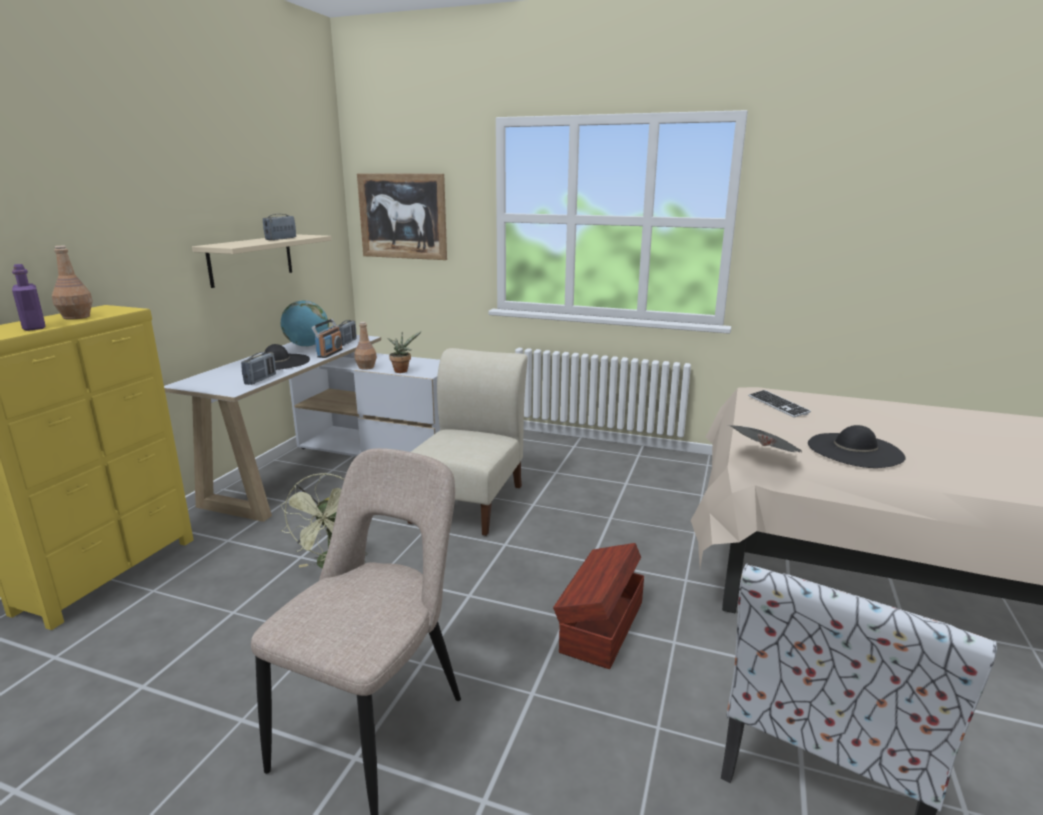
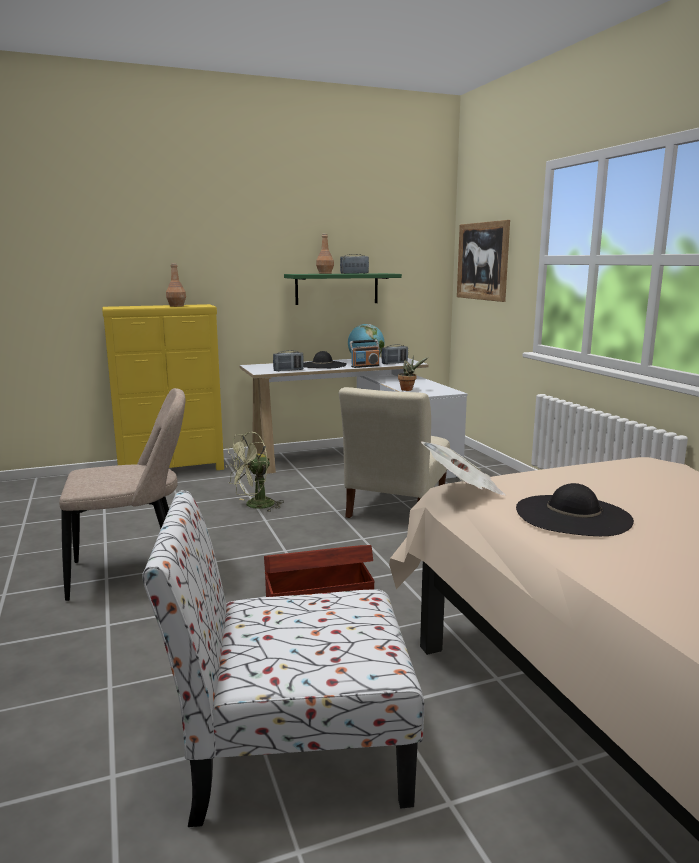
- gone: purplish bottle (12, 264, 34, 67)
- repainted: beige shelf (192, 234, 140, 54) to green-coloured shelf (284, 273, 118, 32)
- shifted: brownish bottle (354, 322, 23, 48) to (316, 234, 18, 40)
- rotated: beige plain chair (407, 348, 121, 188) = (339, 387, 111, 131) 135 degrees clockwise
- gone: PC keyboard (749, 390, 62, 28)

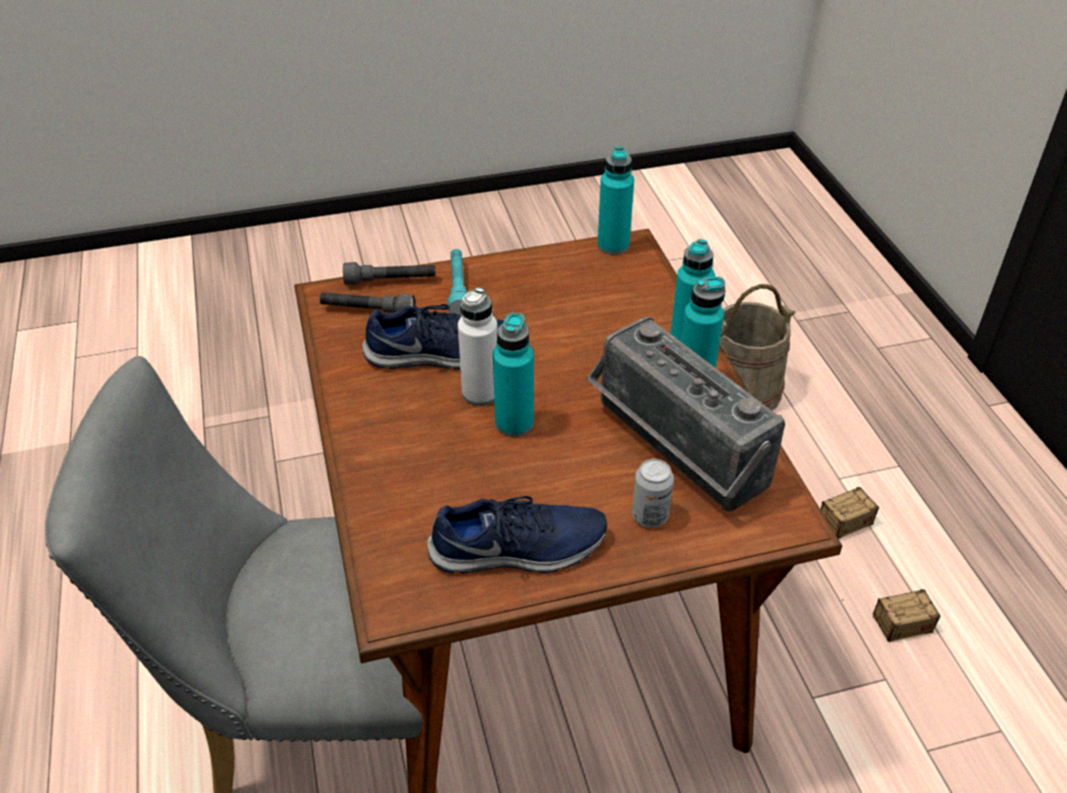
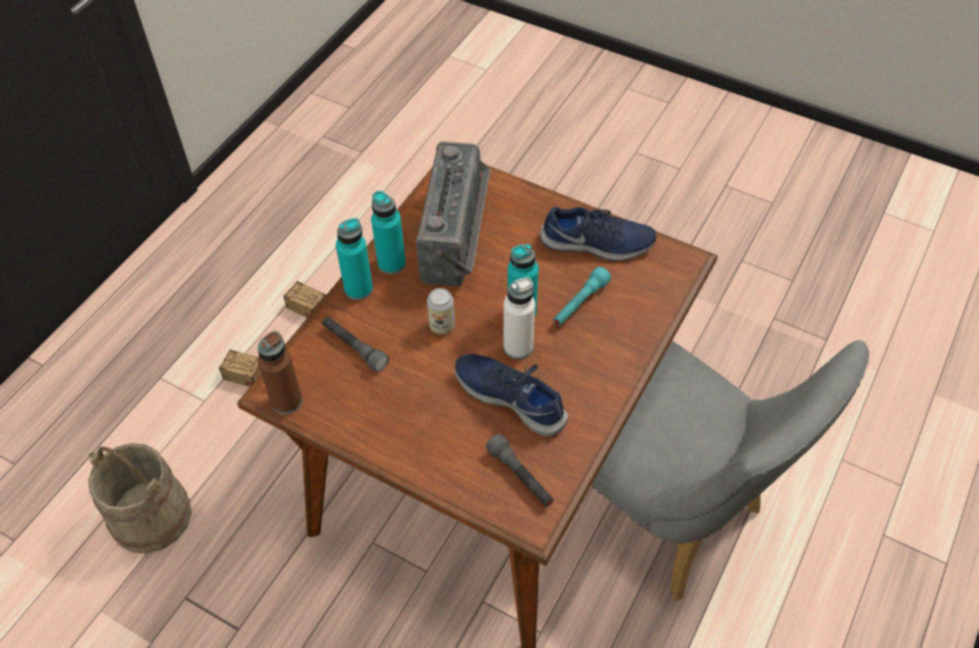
- shifted: greyish hand torch (343, 262, 92, 23) to (322, 317, 67, 55)
- rotated: blue low shoe (427, 496, 180, 78) = (540, 207, 117, 54) 150 degrees clockwise
- shifted: turquoise hand torch (447, 249, 20, 66) to (553, 267, 58, 59)
- repainted: turquoise bottle (597, 147, 37, 108) to brownish bottle (258, 331, 44, 83)
- shifted: can (632, 459, 42, 69) to (427, 288, 28, 46)

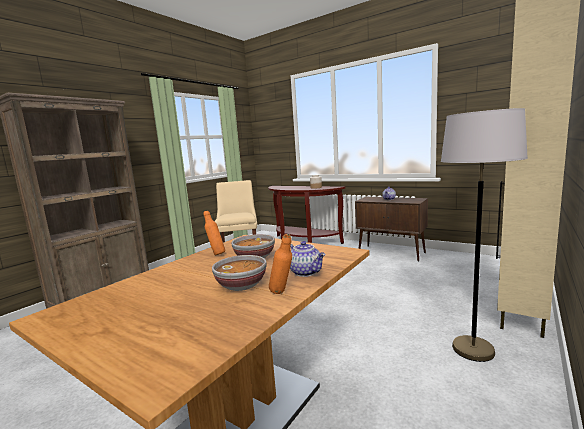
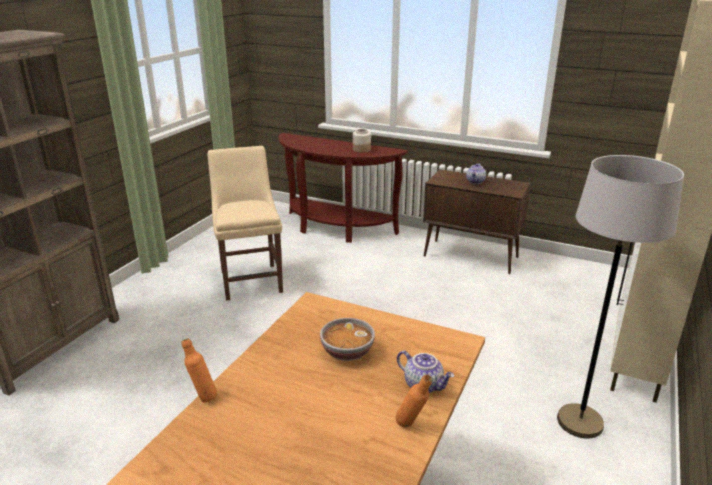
- shifted: orangey bottle (203, 211, 22, 44) to (182, 338, 35, 64)
- gone: deep dish (212, 255, 54, 36)

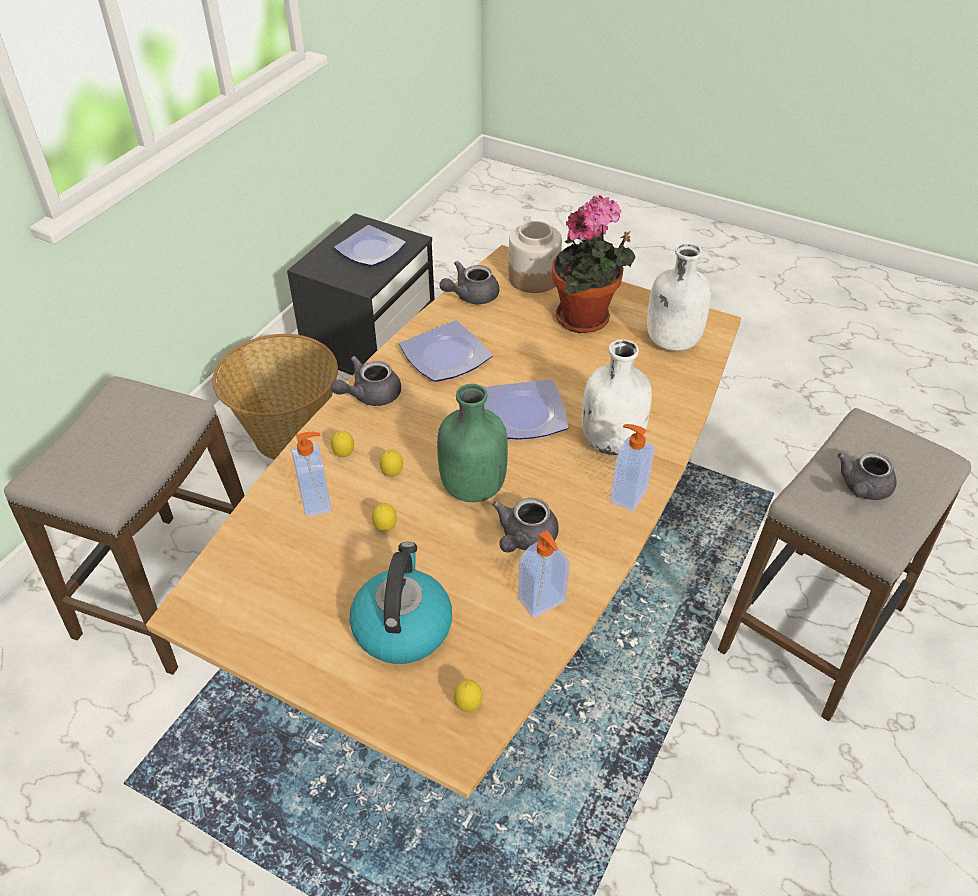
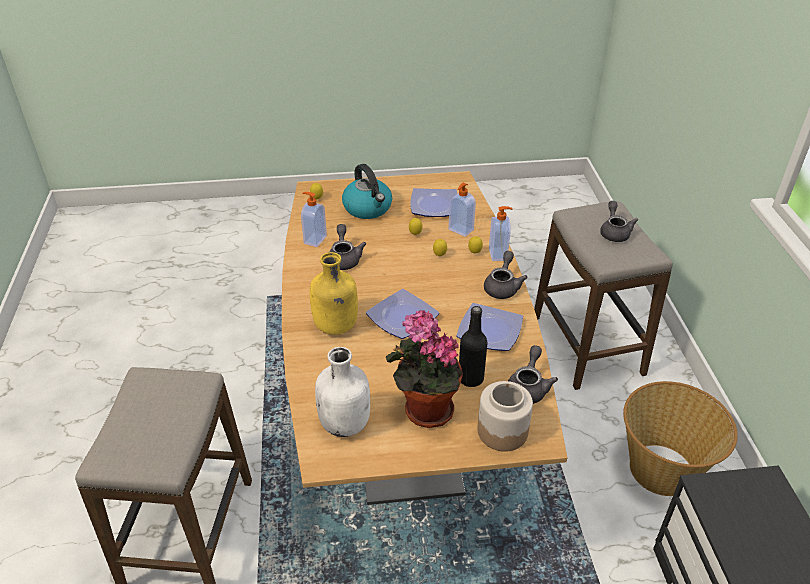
- shifted: flat dish (334, 225, 72, 41) to (410, 188, 47, 29)
- gone: green-coloured bottle (437, 384, 71, 118)
- repainted: white bottle (582, 339, 70, 116) to yellow-coloured bottle (310, 252, 48, 83)
- shifted: liquid soap bottle (610, 424, 45, 88) to (489, 206, 23, 55)
- shifted: greyish pot for tea (837, 452, 59, 48) to (600, 201, 38, 41)
- new: black-coloured bottle (459, 306, 28, 81)

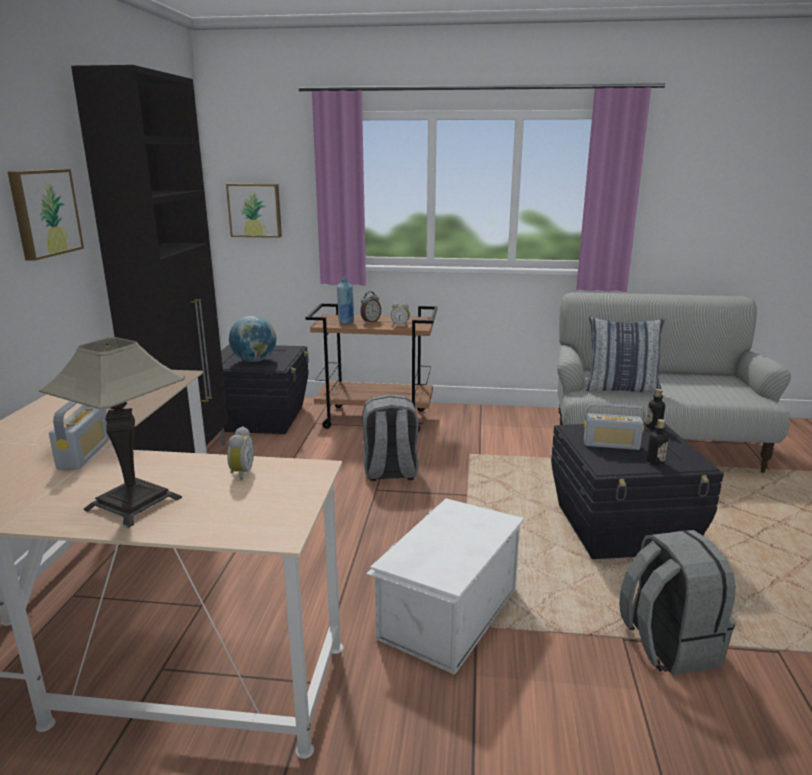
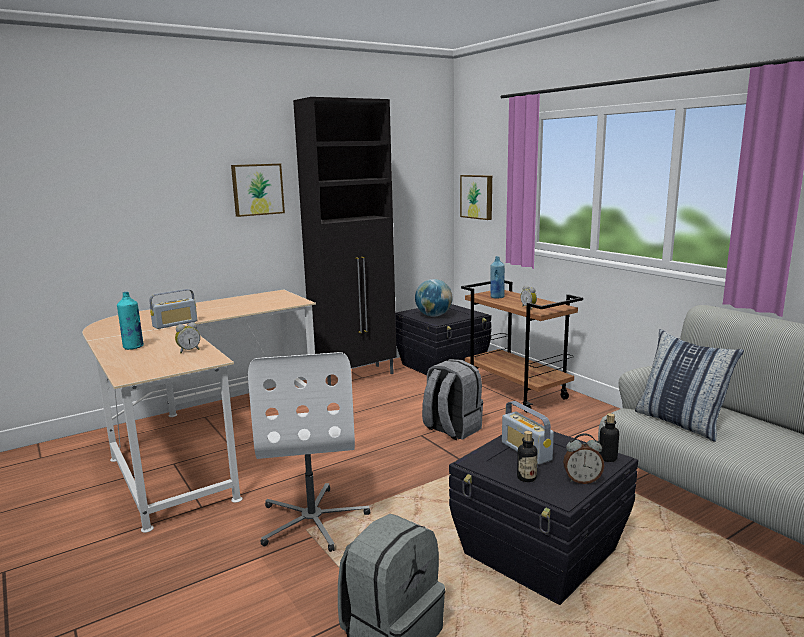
- swapped: table lamp (39, 337, 146, 191) to turquoise bottle (117, 292, 27, 58)
- shifted: bedside clock (360, 292, 21, 31) to (563, 433, 41, 51)
- swapped: white storage bin (366, 498, 158, 177) to white computer chair (248, 352, 122, 200)

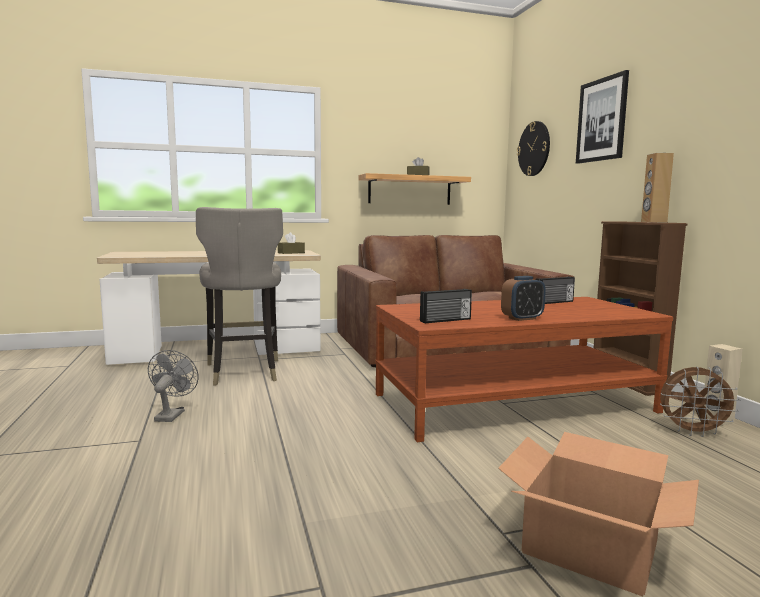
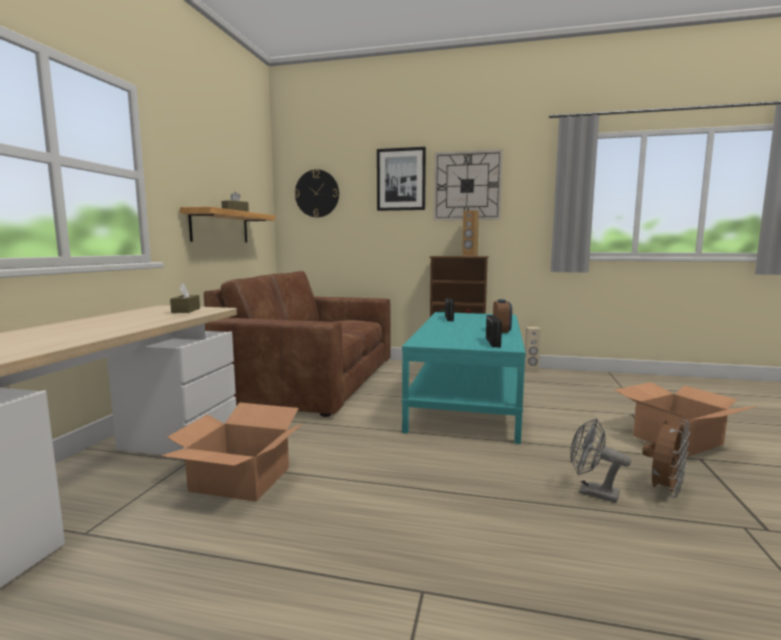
- shifted: greyish cooling fan (148, 350, 50, 72) to (570, 418, 61, 85)
- swapped: greyish stool seat (196, 207, 87, 179) to cardboard box (161, 402, 142, 100)
- repainted: brownish coffee table (375, 297, 298, 145) to turquoise coffee table (402, 312, 124, 132)
- shifted: brownish cooling fan (660, 367, 81, 70) to (642, 419, 48, 79)
- new: wall clock (434, 149, 69, 71)

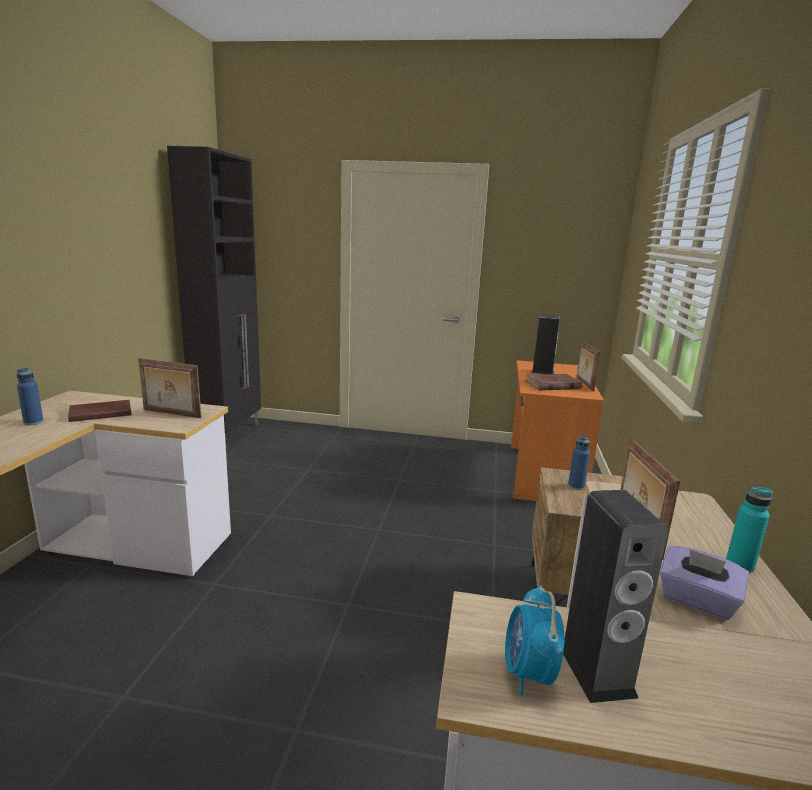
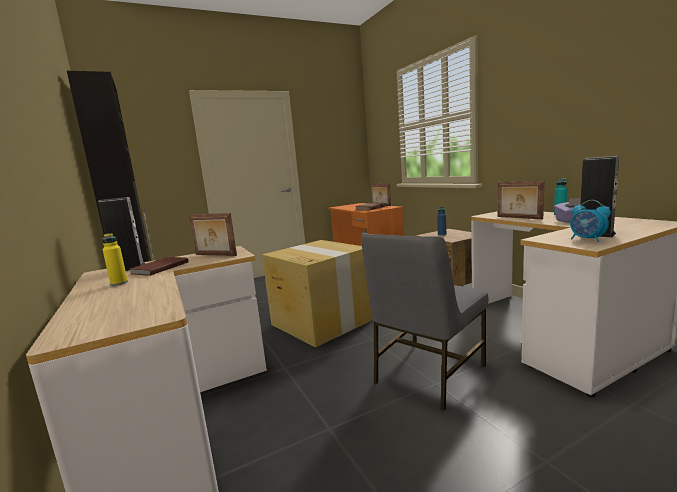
- repainted: blue bottle (17, 368, 26, 57) to yellow-coloured bottle (102, 233, 26, 53)
- rotated: photo frame (138, 358, 64, 60) = (189, 213, 48, 43) 45 degrees clockwise
- shifted: speaker (531, 315, 29, 59) to (98, 197, 47, 74)
- new: cardboard box (262, 240, 110, 107)
- new: greyish plain chair (361, 233, 127, 178)

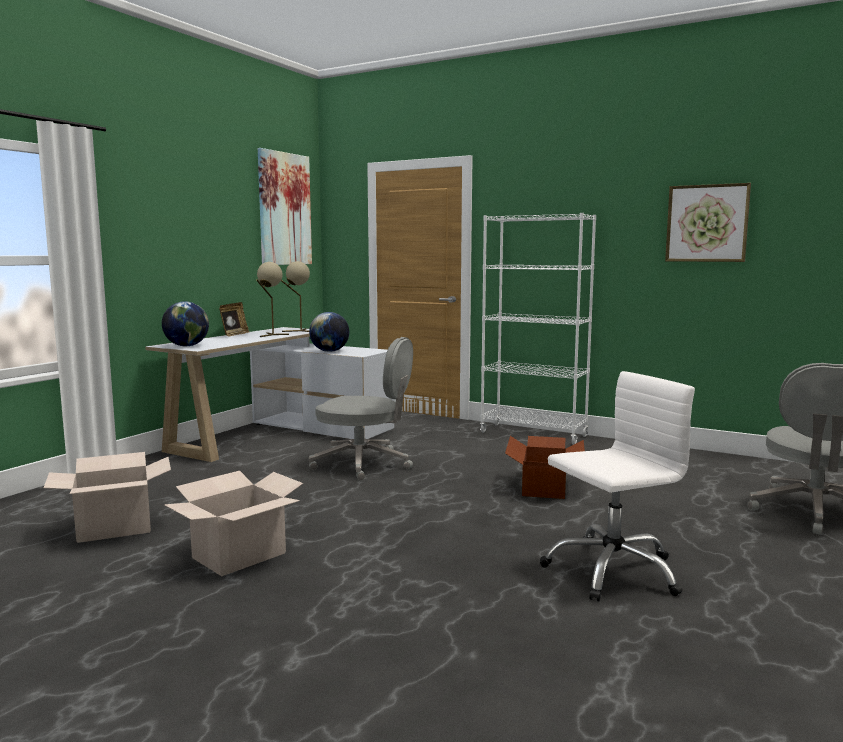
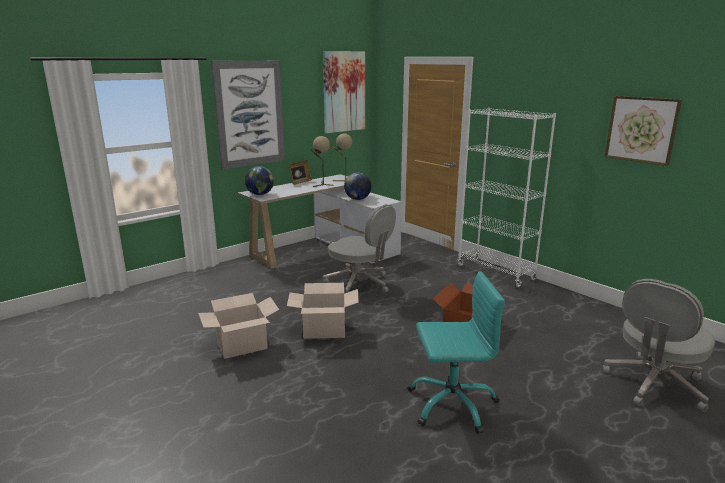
- shifted: cardboard box (44, 452, 127, 91) to (287, 283, 72, 56)
- repainted: white computer chair (540, 371, 155, 231) to turquoise computer chair (408, 271, 97, 163)
- new: wall art (211, 60, 74, 109)

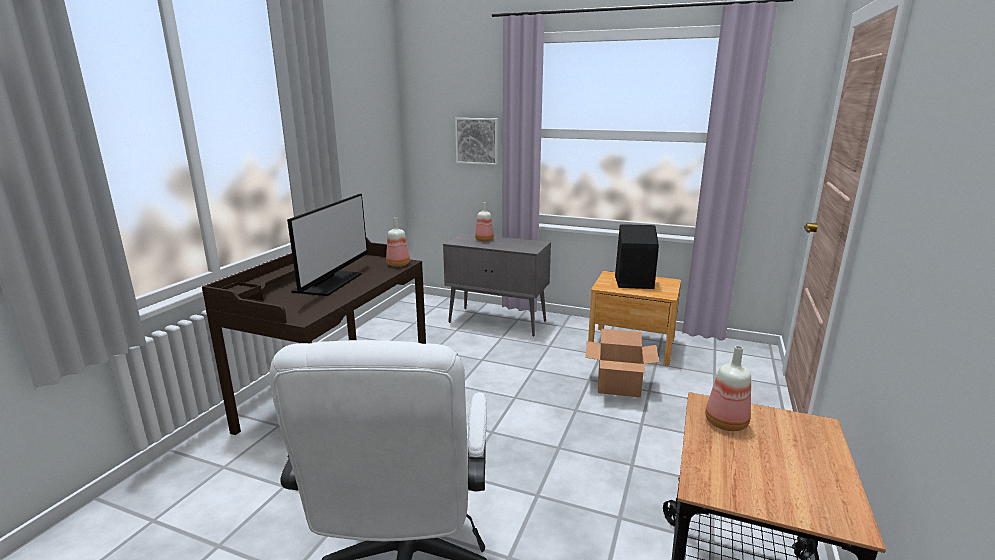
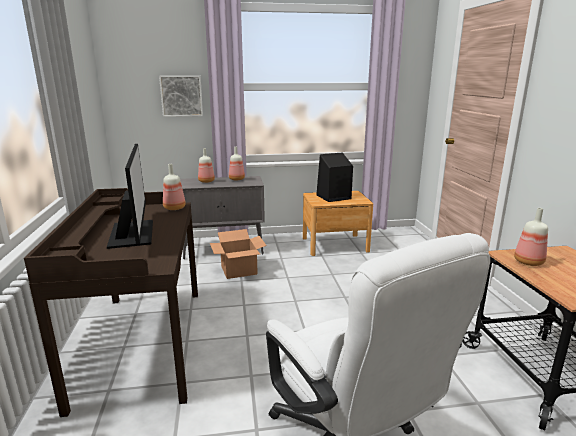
- shifted: cardboard box (585, 329, 74, 68) to (210, 229, 57, 50)
- new: bottle (229, 146, 16, 35)

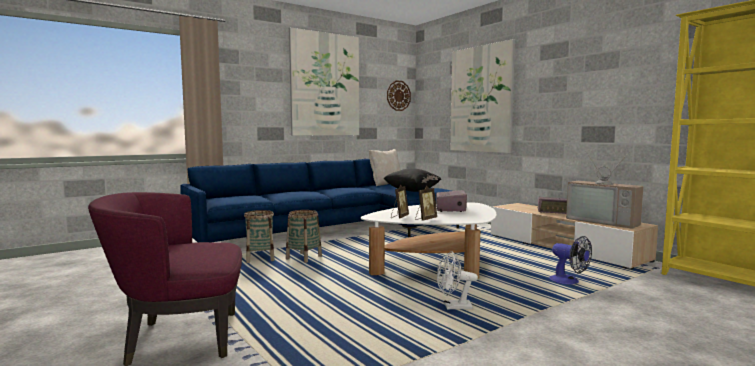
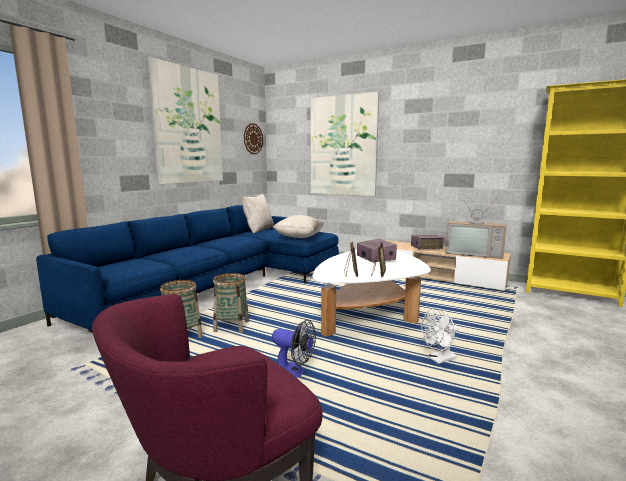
- repainted: black-coloured cushion (383, 168, 58, 24) to beige cushion (273, 215, 51, 23)
- shifted: cooling fan (549, 236, 43, 49) to (272, 320, 44, 58)

